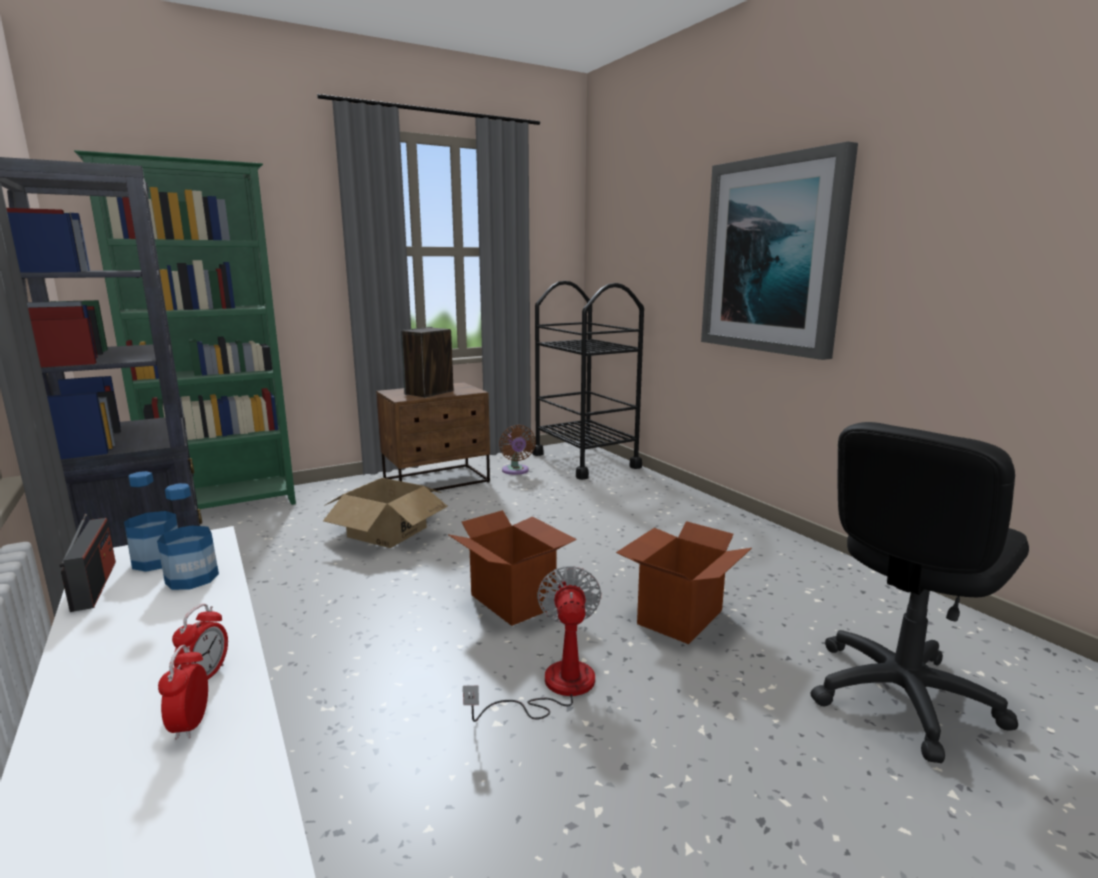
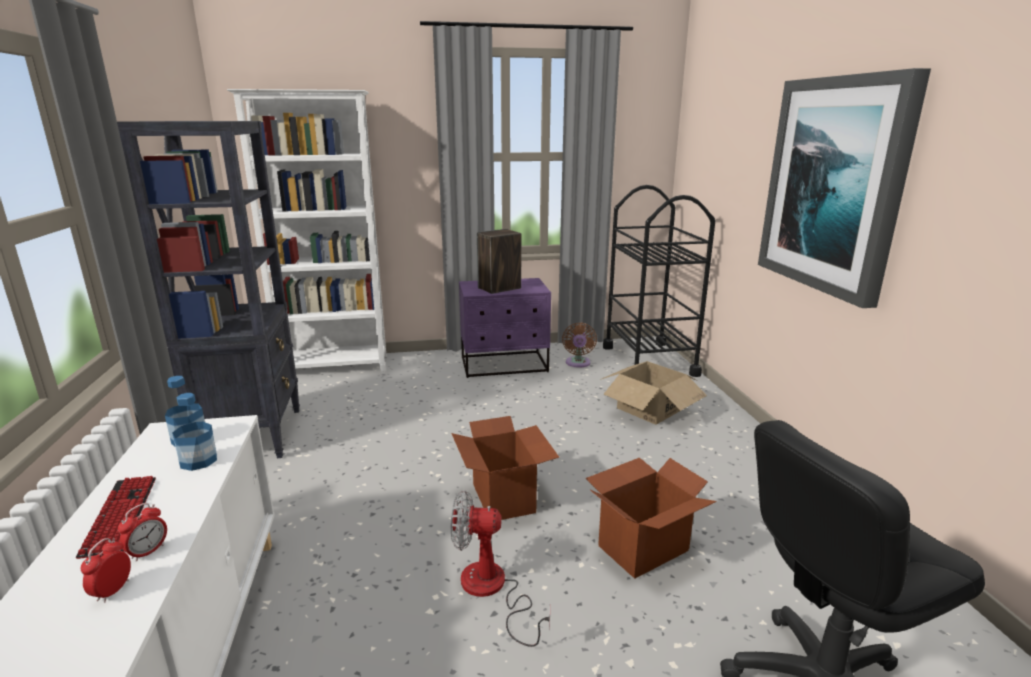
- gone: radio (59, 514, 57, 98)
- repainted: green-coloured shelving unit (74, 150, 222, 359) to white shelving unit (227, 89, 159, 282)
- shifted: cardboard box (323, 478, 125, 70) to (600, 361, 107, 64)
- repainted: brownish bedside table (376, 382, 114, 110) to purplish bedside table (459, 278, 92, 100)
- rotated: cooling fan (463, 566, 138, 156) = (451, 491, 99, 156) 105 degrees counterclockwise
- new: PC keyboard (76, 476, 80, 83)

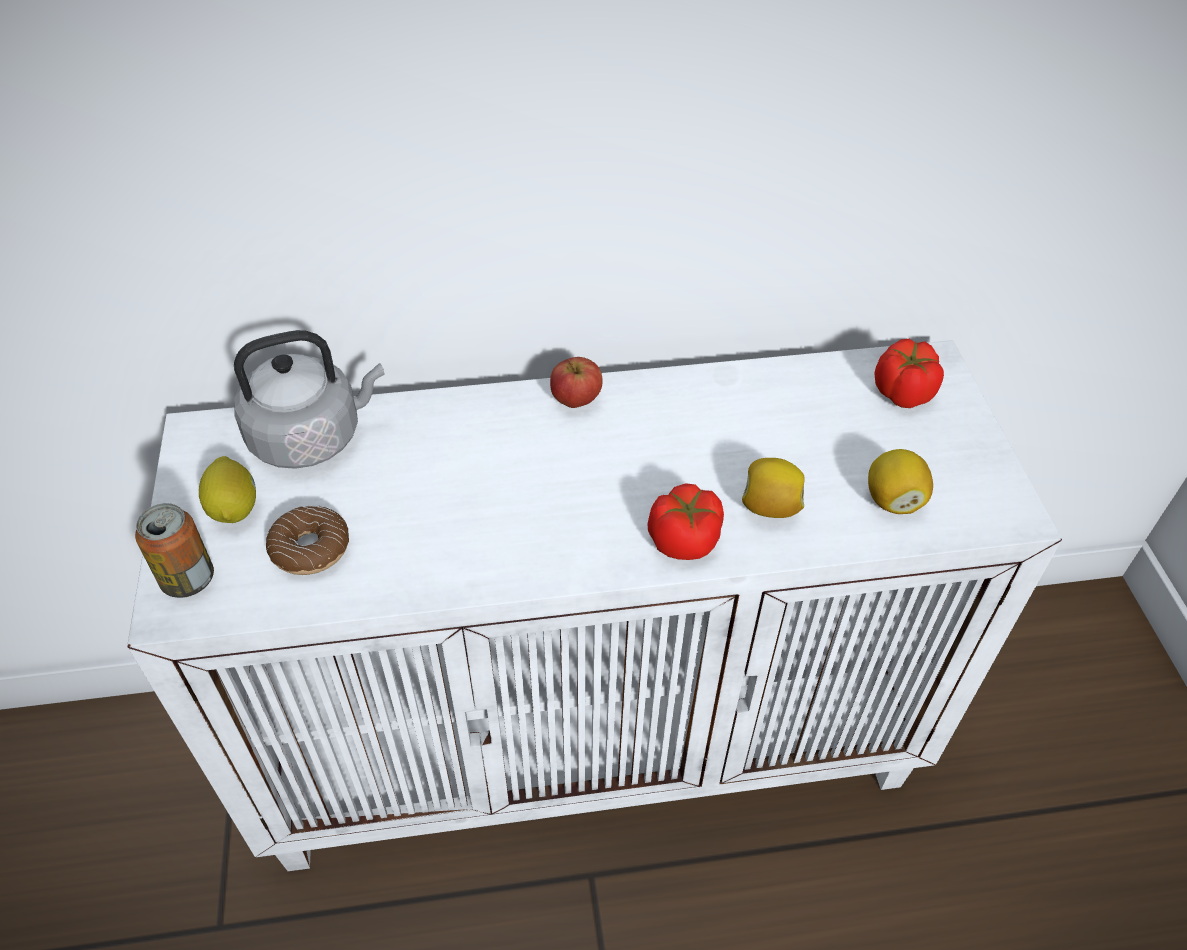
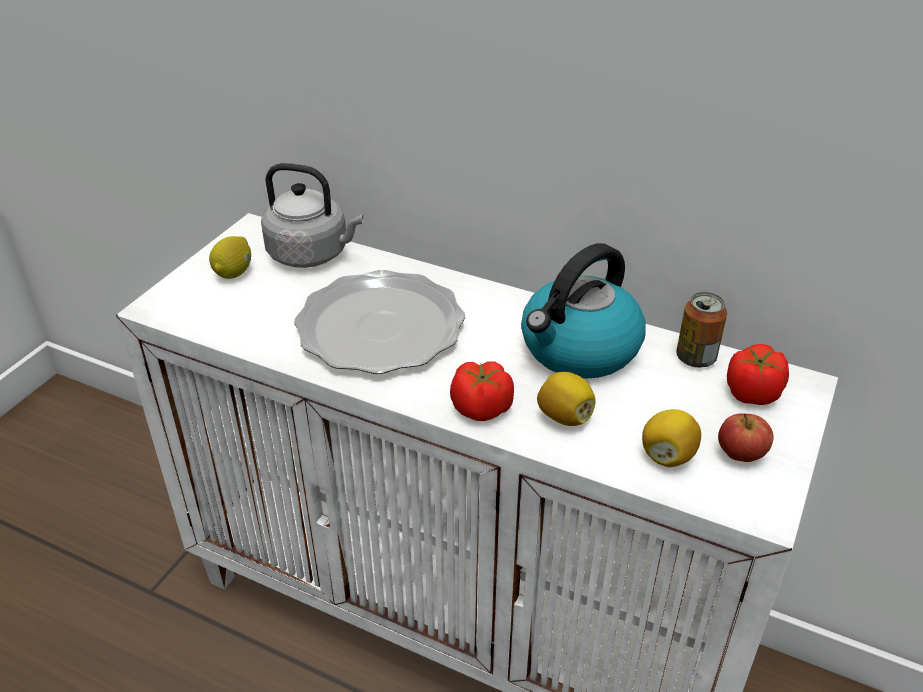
- shifted: can (135, 503, 79, 95) to (676, 292, 51, 76)
- gone: donut (266, 506, 83, 69)
- shifted: whole apple (550, 357, 53, 51) to (718, 413, 56, 49)
- new: flat dish (294, 270, 171, 104)
- new: kettle (521, 243, 125, 136)

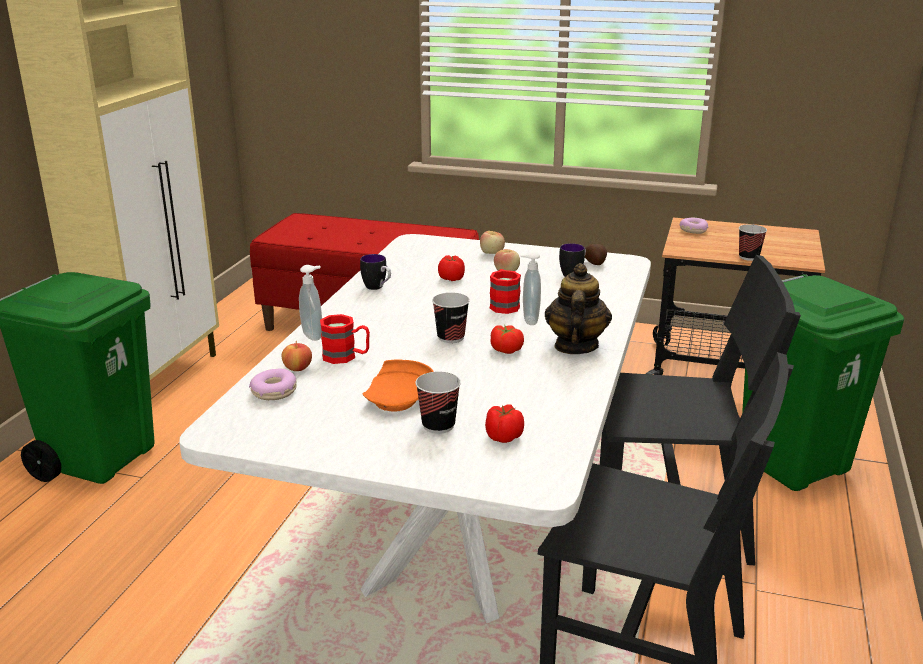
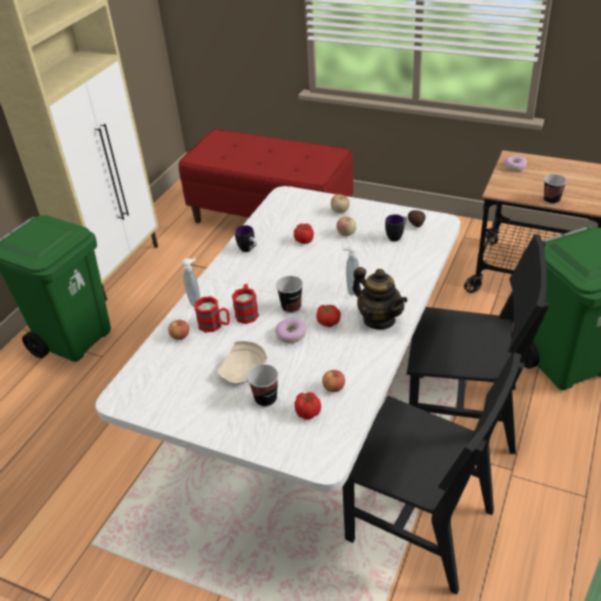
- shifted: donut (249, 368, 48, 32) to (275, 318, 31, 25)
- repainted: orangey flat dish (363, 359, 71, 52) to beige flat dish (217, 341, 50, 43)
- shifted: red-coloured coffee mug (490, 269, 31, 45) to (232, 284, 27, 40)
- rotated: pot for tea (545, 263, 67, 91) = (353, 267, 54, 62) 120 degrees clockwise
- new: whole apple (322, 370, 23, 22)

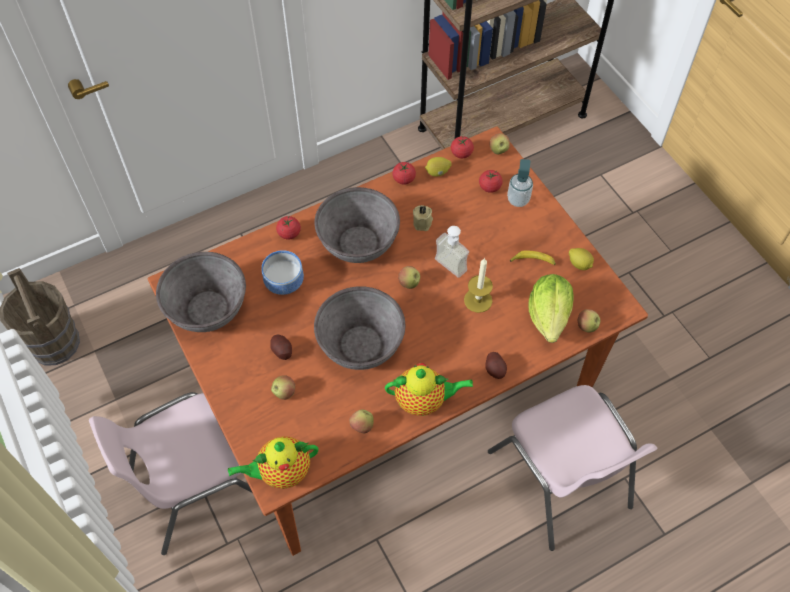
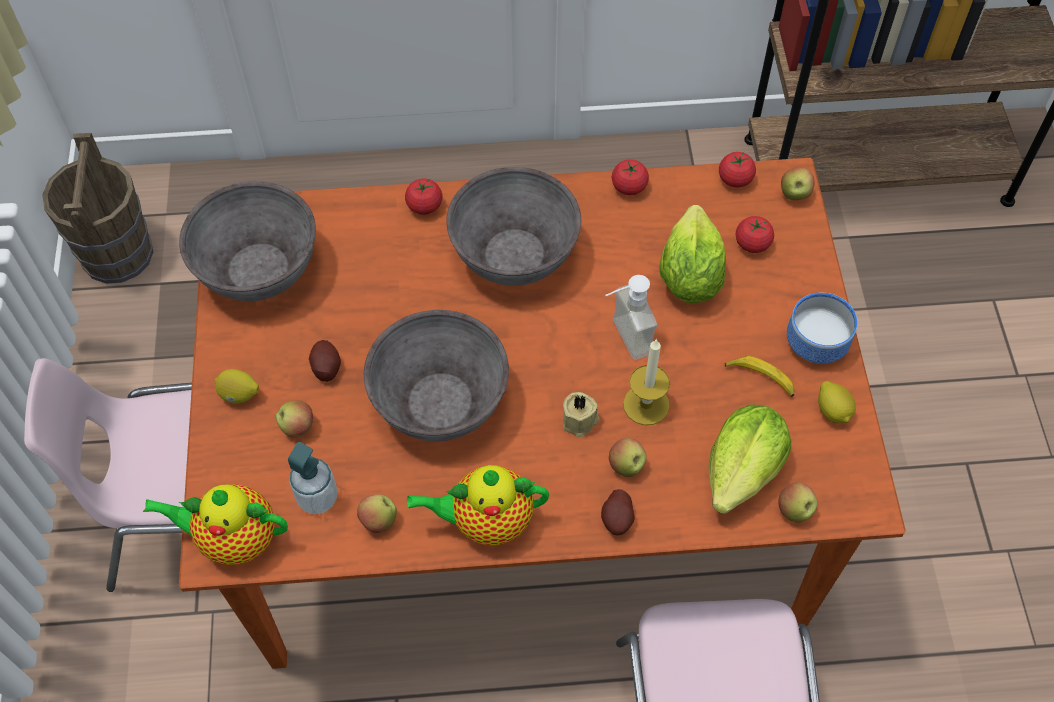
- shifted: deep dish (261, 250, 43, 45) to (787, 293, 71, 71)
- rotated: pot for tea (385, 363, 88, 53) = (407, 465, 142, 80) 150 degrees clockwise
- shifted: whole apple (398, 266, 22, 23) to (609, 438, 38, 39)
- shifted: beige wax candle (413, 205, 20, 26) to (563, 392, 36, 45)
- shifted: citrus fruit (425, 157, 27, 20) to (215, 369, 44, 34)
- shifted: liquid soap bottle (507, 159, 26, 48) to (288, 442, 49, 72)
- new: lettuce (659, 205, 67, 98)

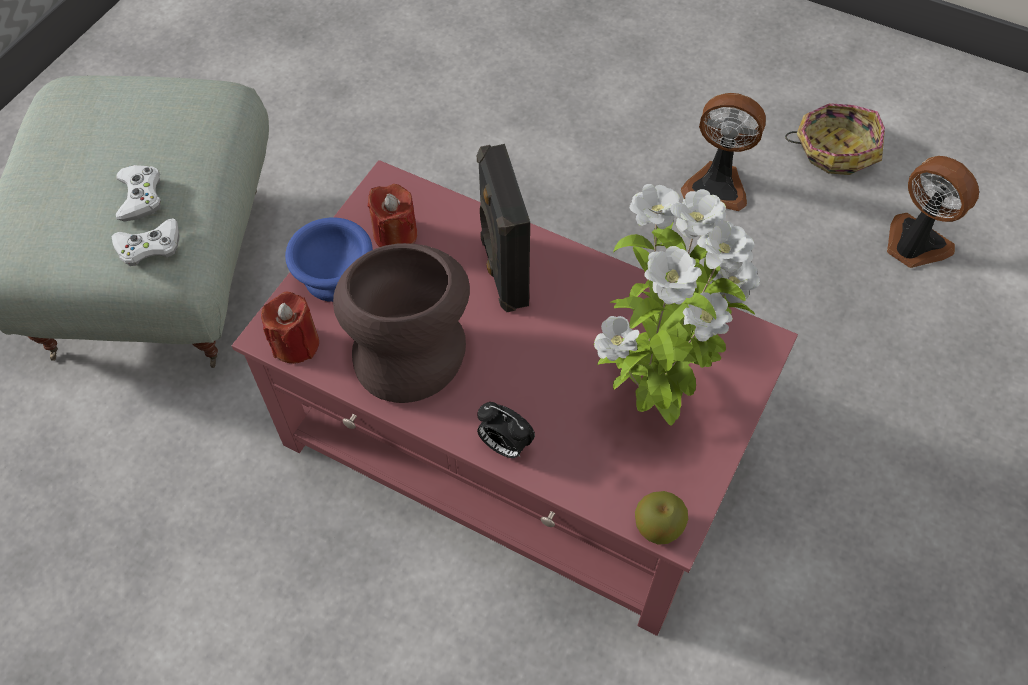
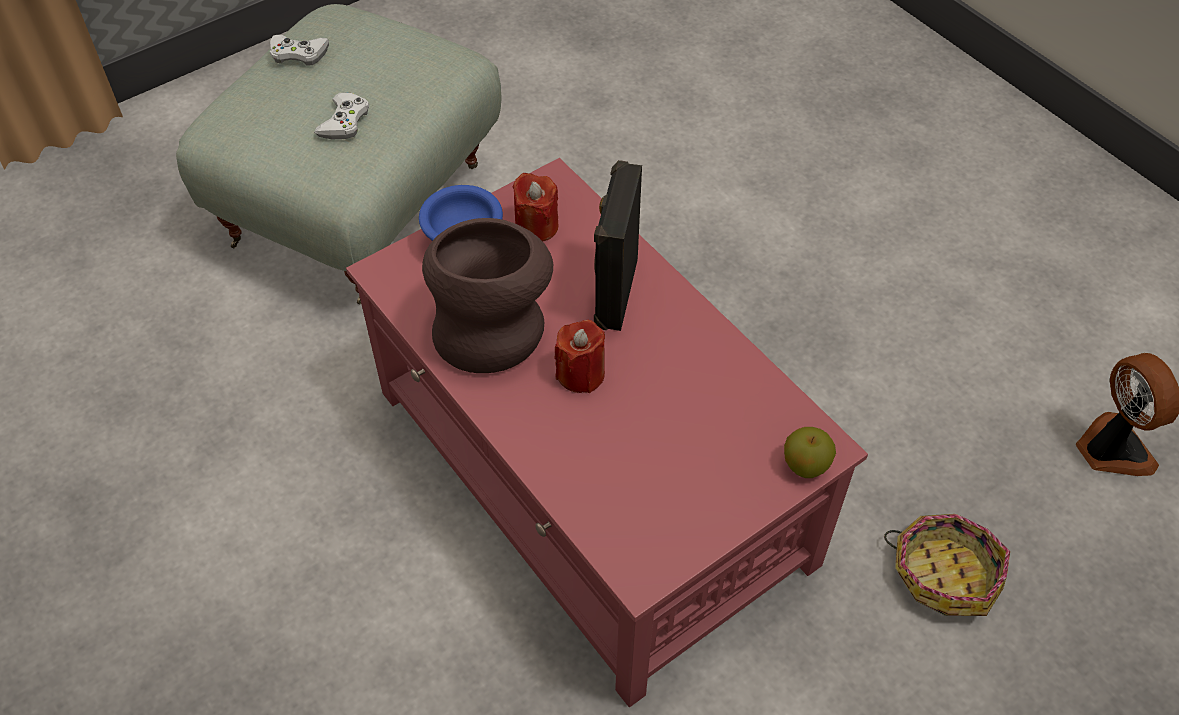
- shifted: white gamepad (111, 218, 69, 48) to (270, 35, 59, 31)
- shifted: red-coloured wax candle (261, 292, 58, 72) to (554, 320, 51, 73)
- gone: bedside clock (477, 402, 58, 56)
- gone: houseplant (593, 184, 167, 242)
- shifted: whole apple (635, 491, 53, 54) to (784, 427, 52, 51)
- gone: cooling fan (681, 93, 85, 118)
- shifted: storage basket (785, 103, 100, 72) to (884, 514, 126, 102)

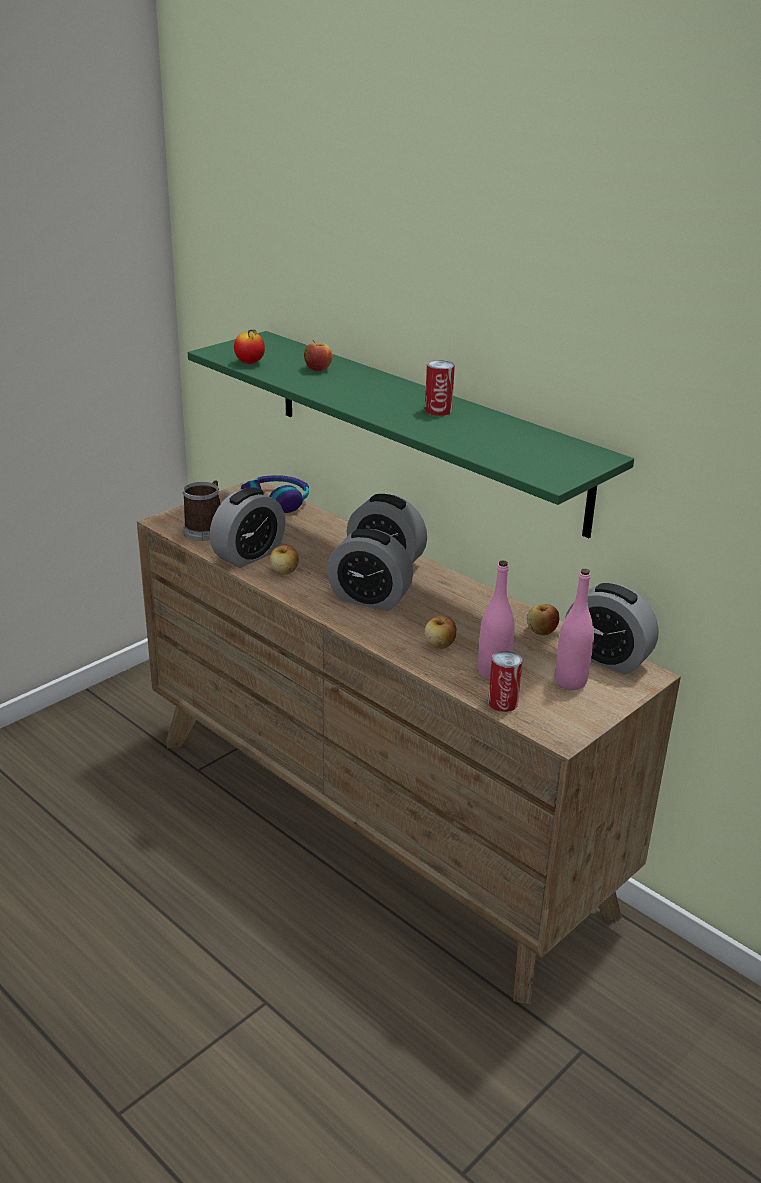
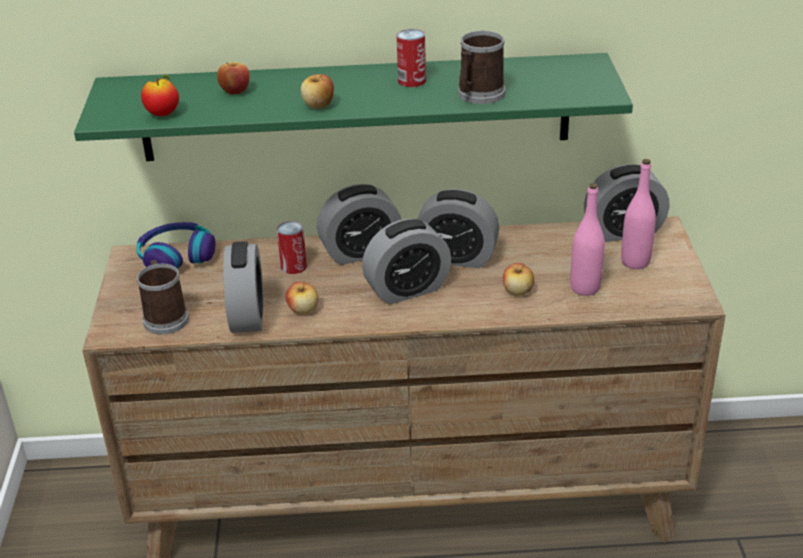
- shifted: can (488, 651, 34, 61) to (277, 221, 30, 53)
- shifted: whole apple (527, 604, 32, 31) to (300, 74, 34, 35)
- new: bedside clock (418, 189, 81, 79)
- new: coffee mug (458, 31, 48, 73)

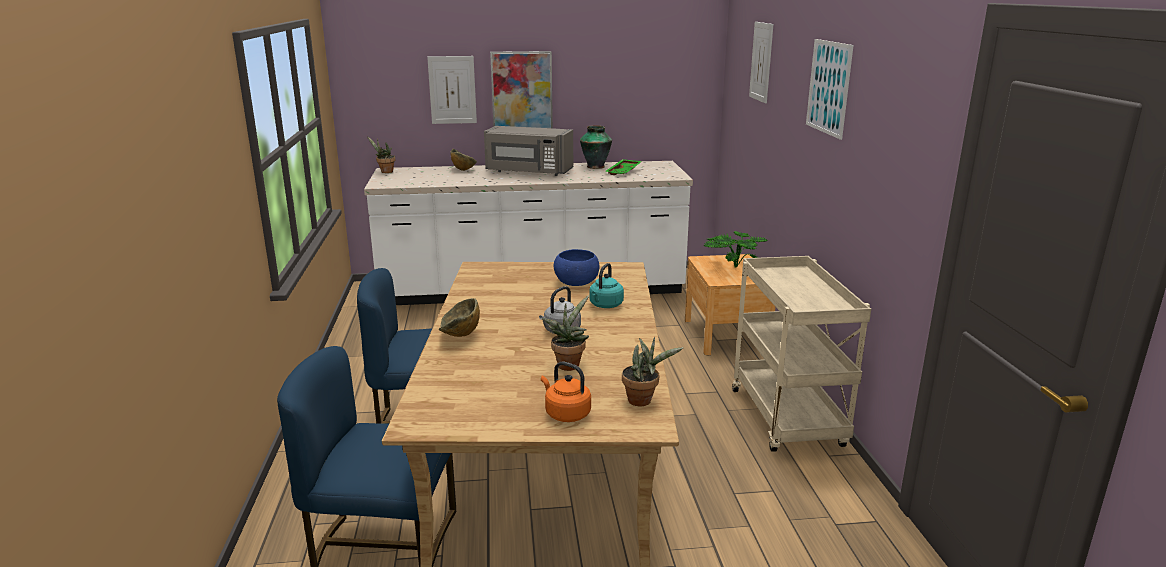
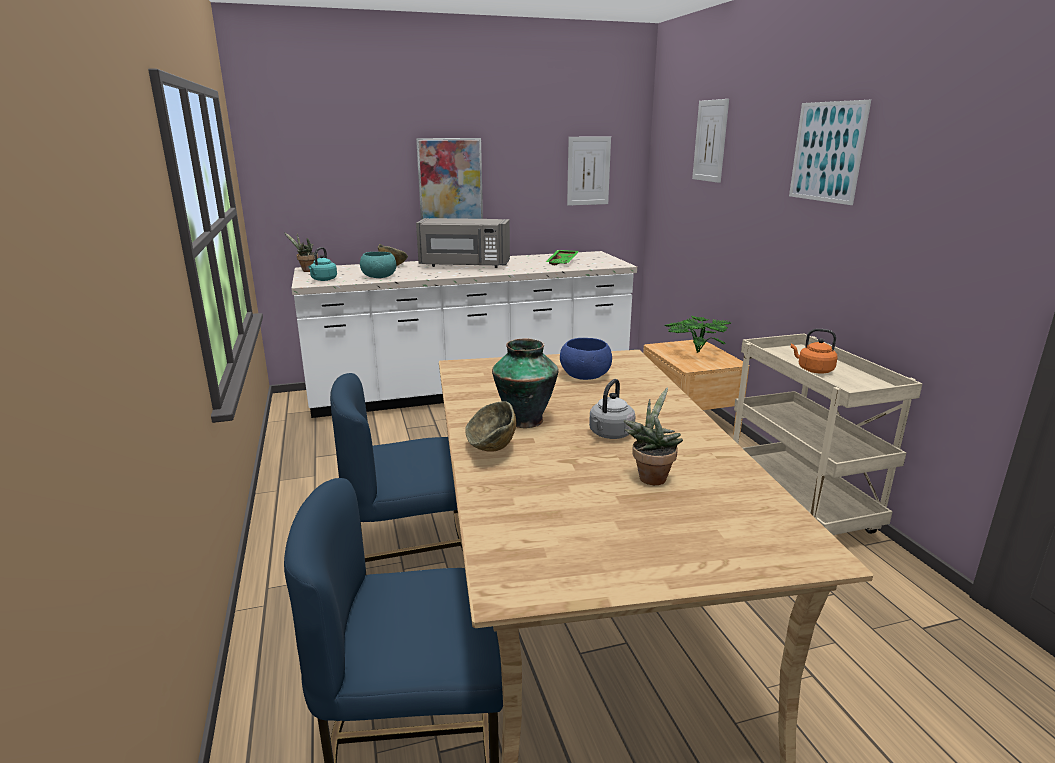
- shifted: wall art (427, 56, 50, 68) to (567, 137, 44, 69)
- shifted: orangey kettle (541, 361, 50, 61) to (791, 329, 47, 44)
- shifted: decorative vase (580, 125, 32, 44) to (492, 339, 67, 89)
- shifted: turquoise kettle (590, 263, 34, 45) to (309, 247, 28, 34)
- gone: houseplant (622, 337, 61, 69)
- new: turquoise deep dish (360, 252, 36, 26)

